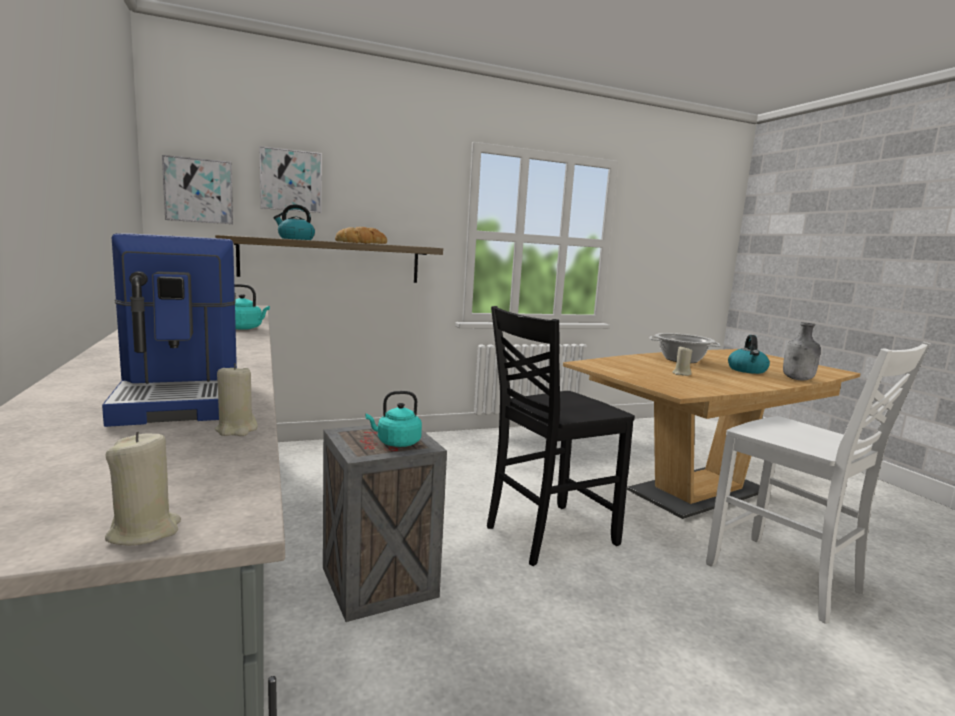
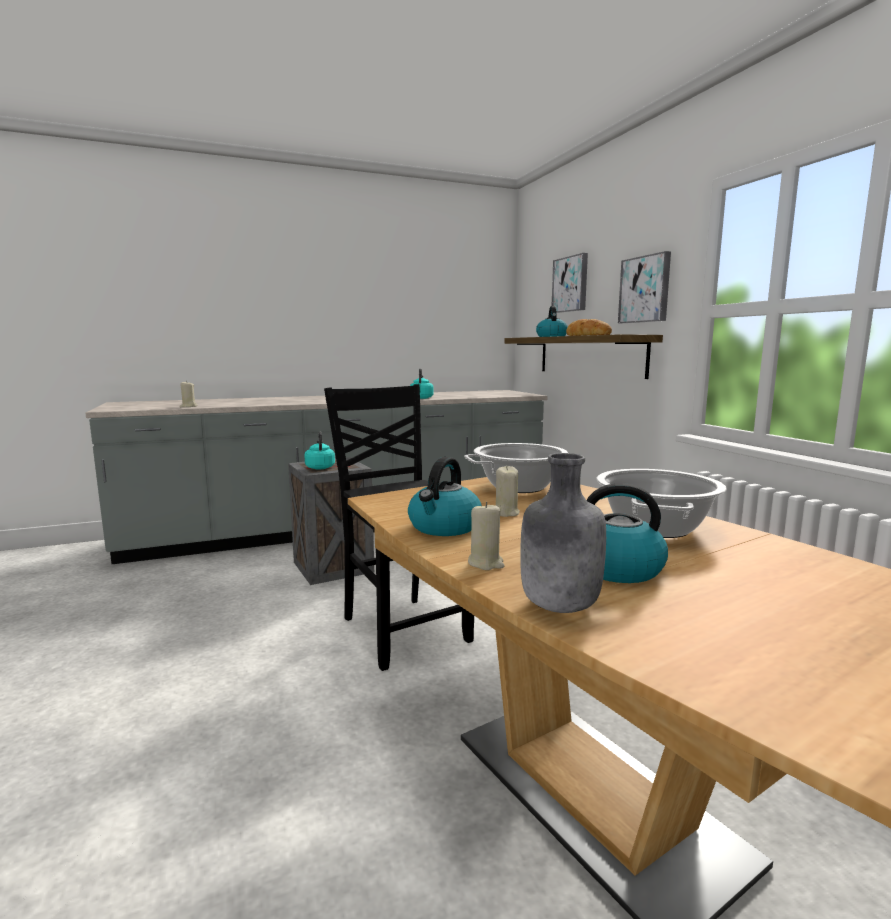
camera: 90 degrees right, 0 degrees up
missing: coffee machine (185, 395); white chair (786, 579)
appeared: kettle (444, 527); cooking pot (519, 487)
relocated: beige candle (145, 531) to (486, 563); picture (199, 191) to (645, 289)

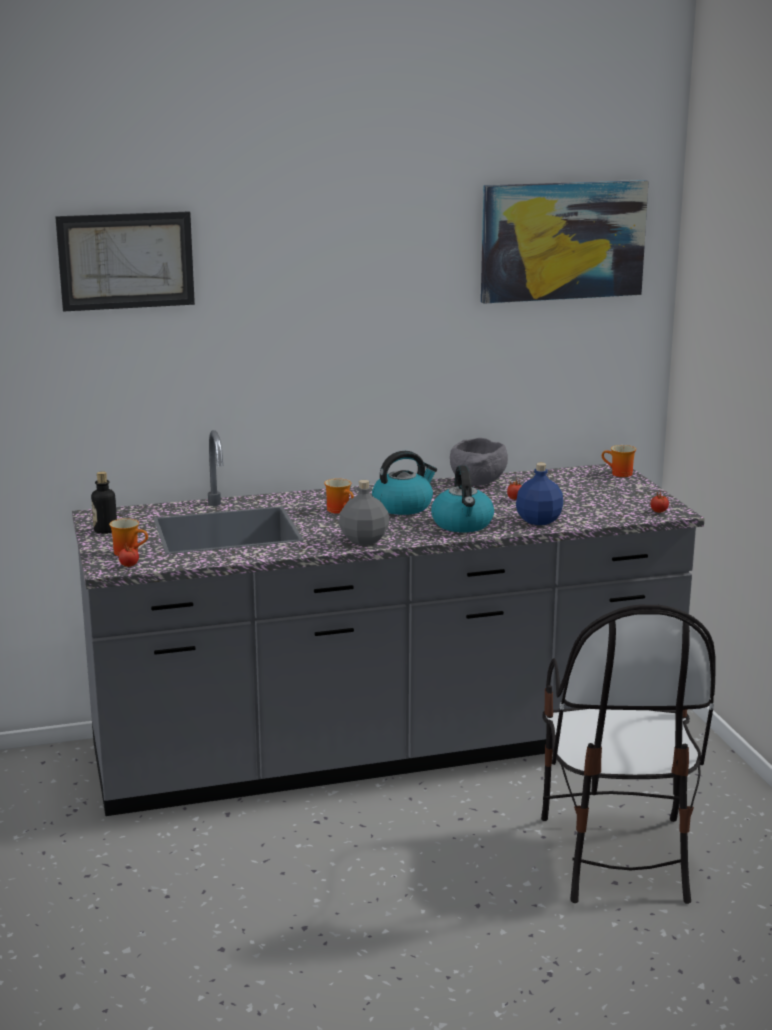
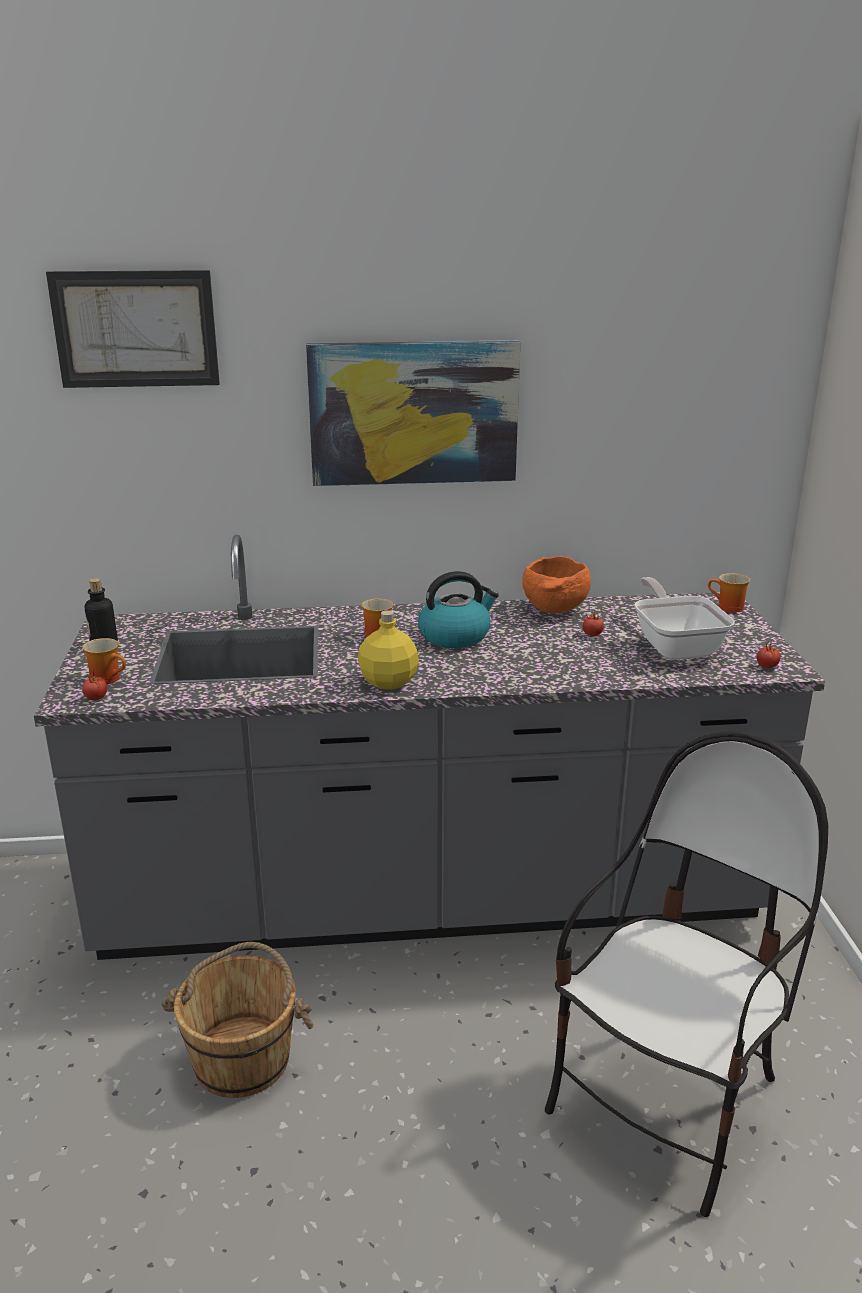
camera: 10 degrees right, 5 degrees up
missing: kettle (463, 524); blue bottle (539, 521)
appeared: brown bucket (243, 1058); frying pan (675, 646)
relocated: picture (562, 240) to (413, 413)
colour: grey bottle (364, 539) to yellow bottle (389, 681); grey bowl (478, 484) to orange bowl (555, 610)
spun: chair (617, 856) = (668, 1104) 150 degrees counterclockwise

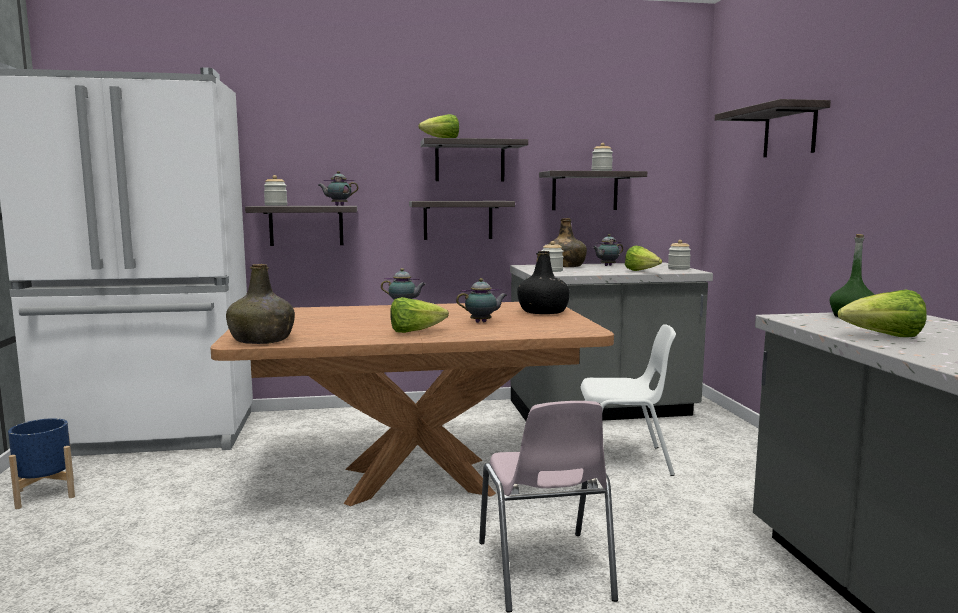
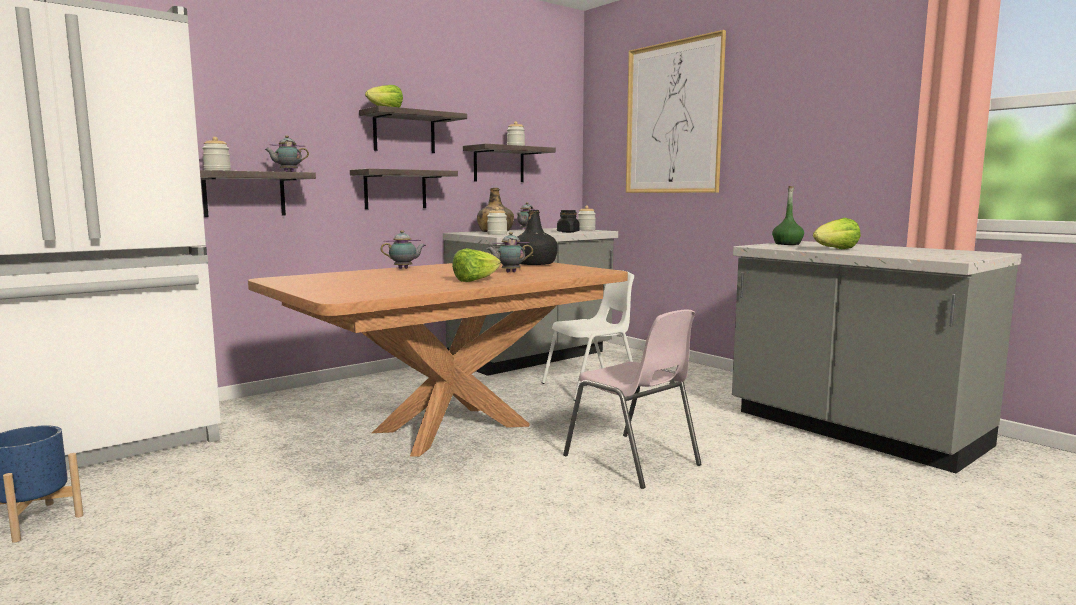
camera: 30 degrees left, 0 degrees up
missing: green bottle (262, 340)
exchanged: lettuce (642, 271) to black jar (568, 232); shelf (789, 131) to picture (673, 118)
spun: teapot (482, 322) = (509, 272) 150 degrees counterclockwise

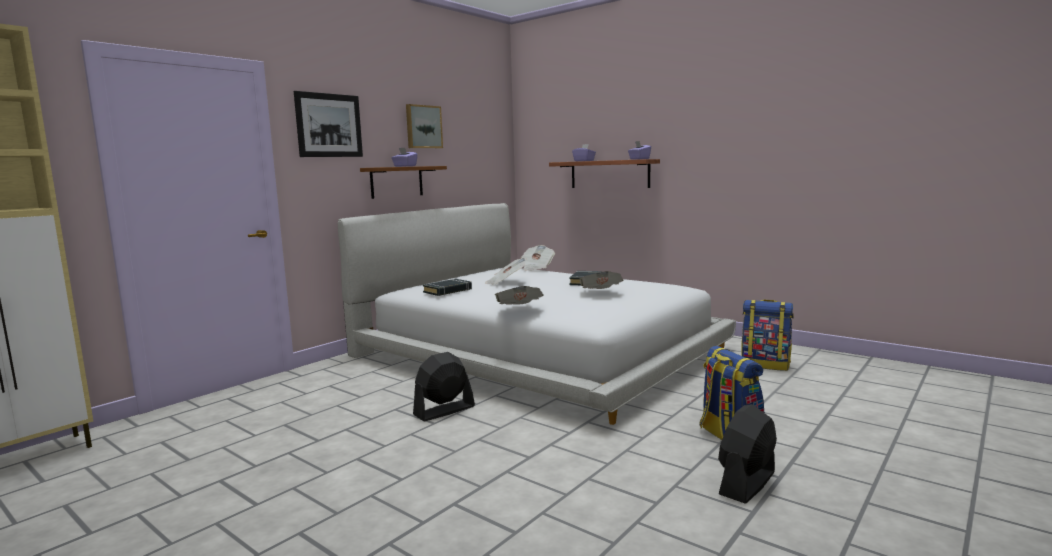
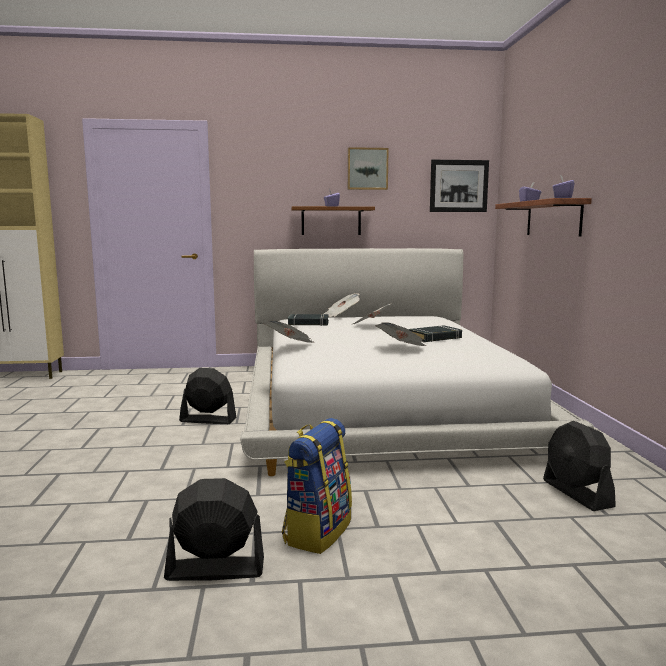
camera: 45 degrees right, 0 degrees up
relocated: newspaper (536, 268) to (340, 316); picture (329, 125) to (459, 186)
exchanged: backpack (765, 364) to black fan (577, 493)

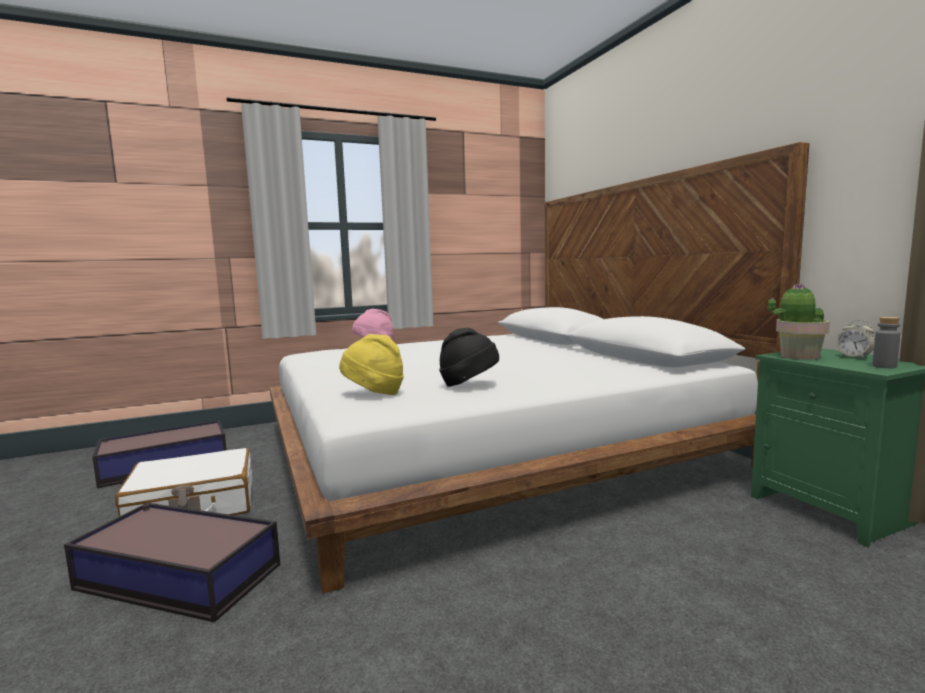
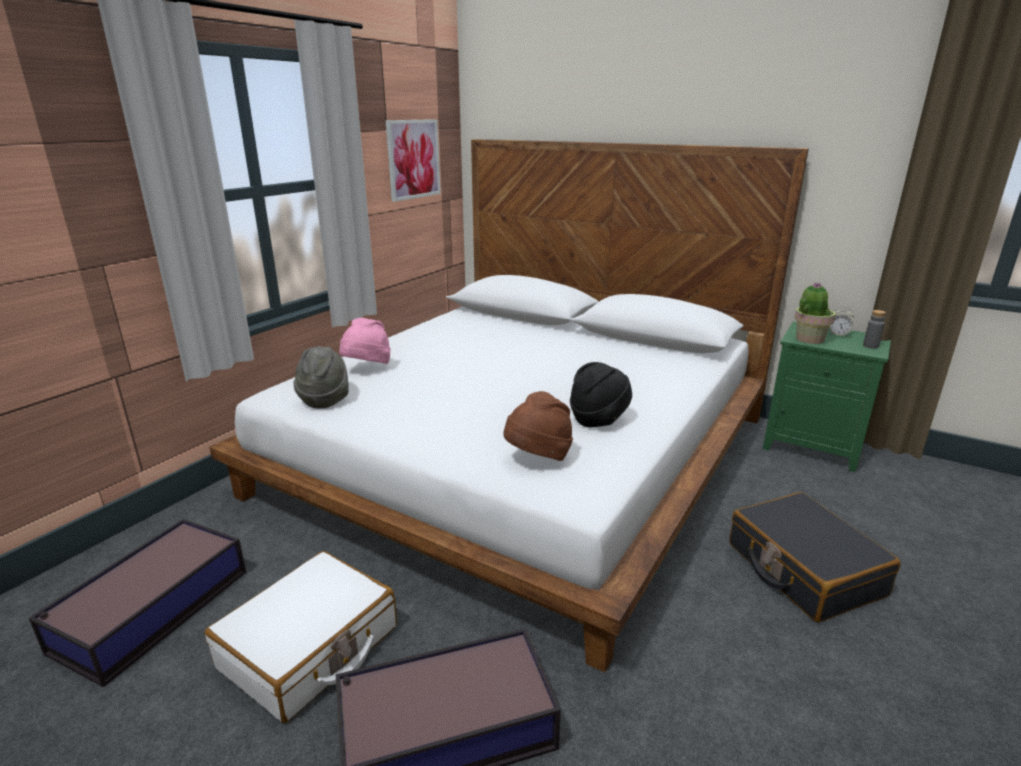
camera: 35 degrees left, 15 degrees up
appeared: grey hat (325, 399); picture (413, 159); black suitcase (803, 569)
colour: yellow hat (374, 394) to brown hat (538, 457)

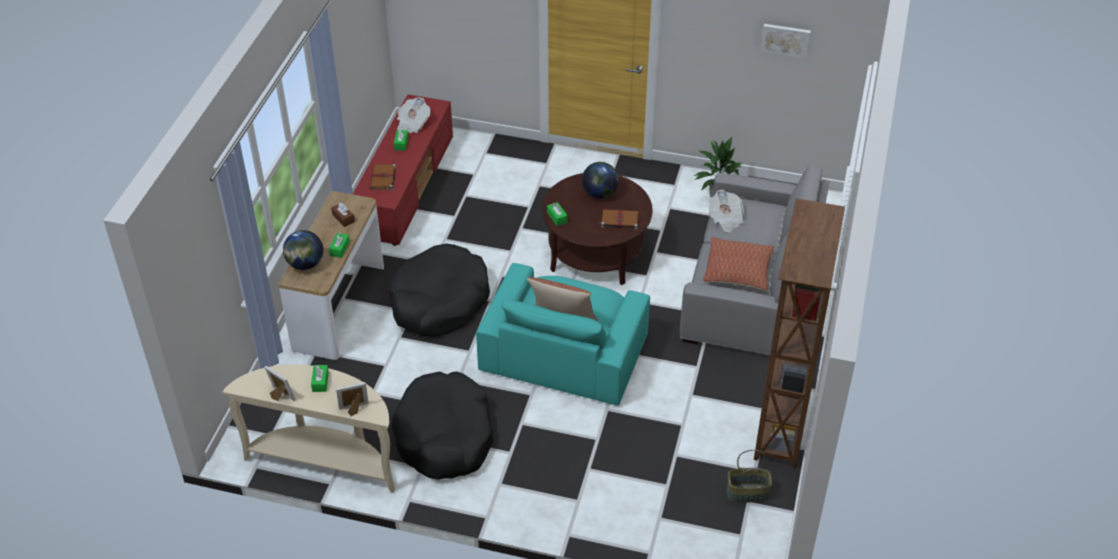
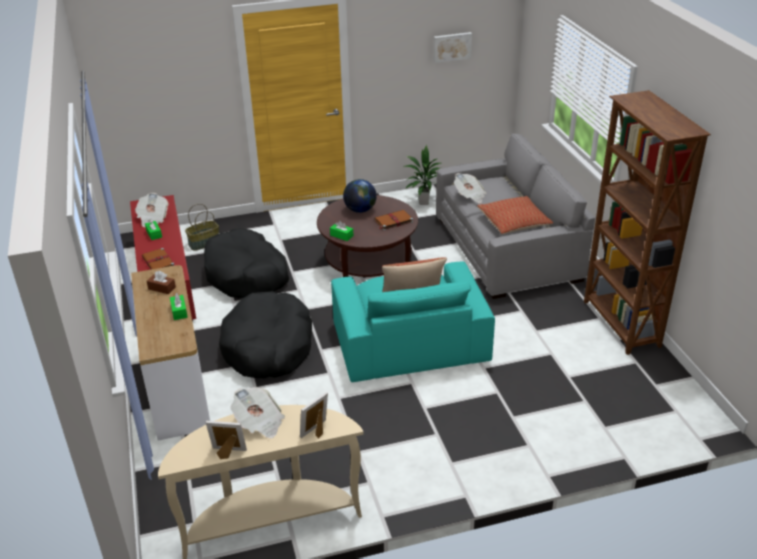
camera: 30 degrees left, 10 degrees down
missing: globe (305, 264)
relocated: basket (747, 494) to (204, 243); black dog bed (445, 436) to (247, 275)
exchanged: green tissue box (320, 382) to newspaper (259, 423)

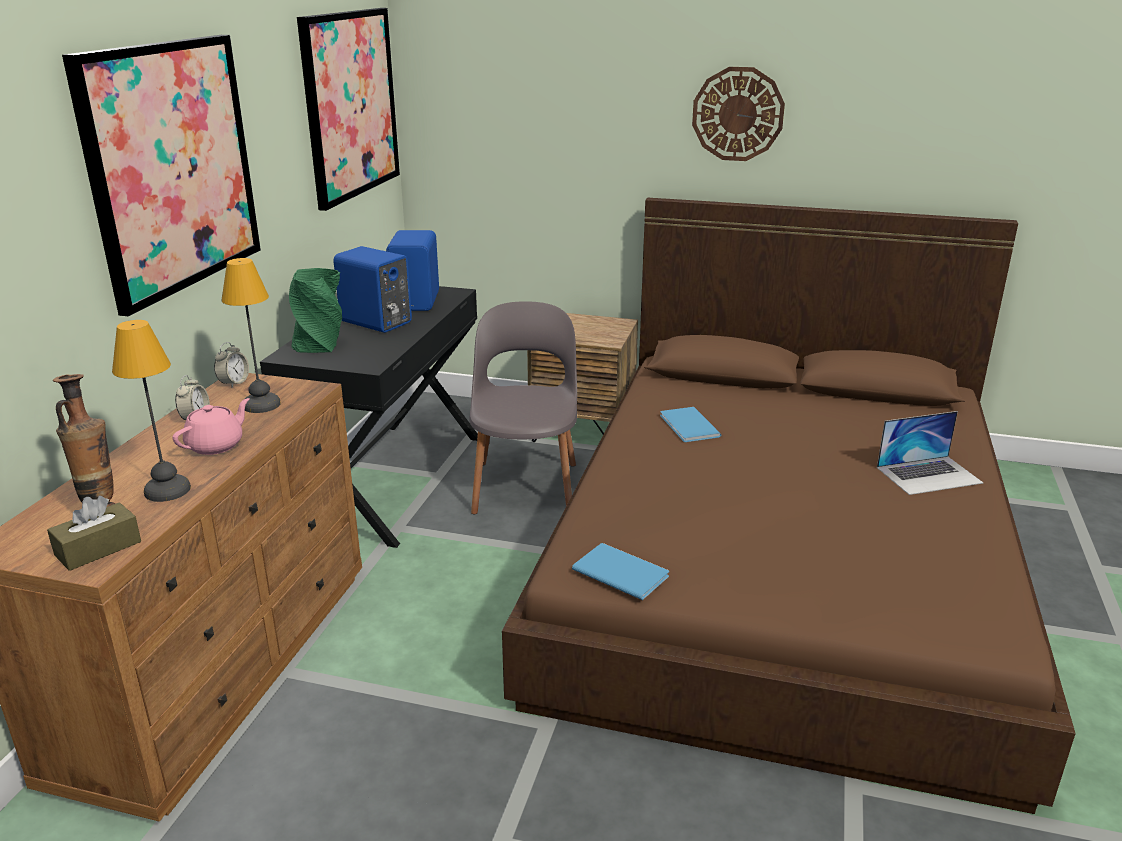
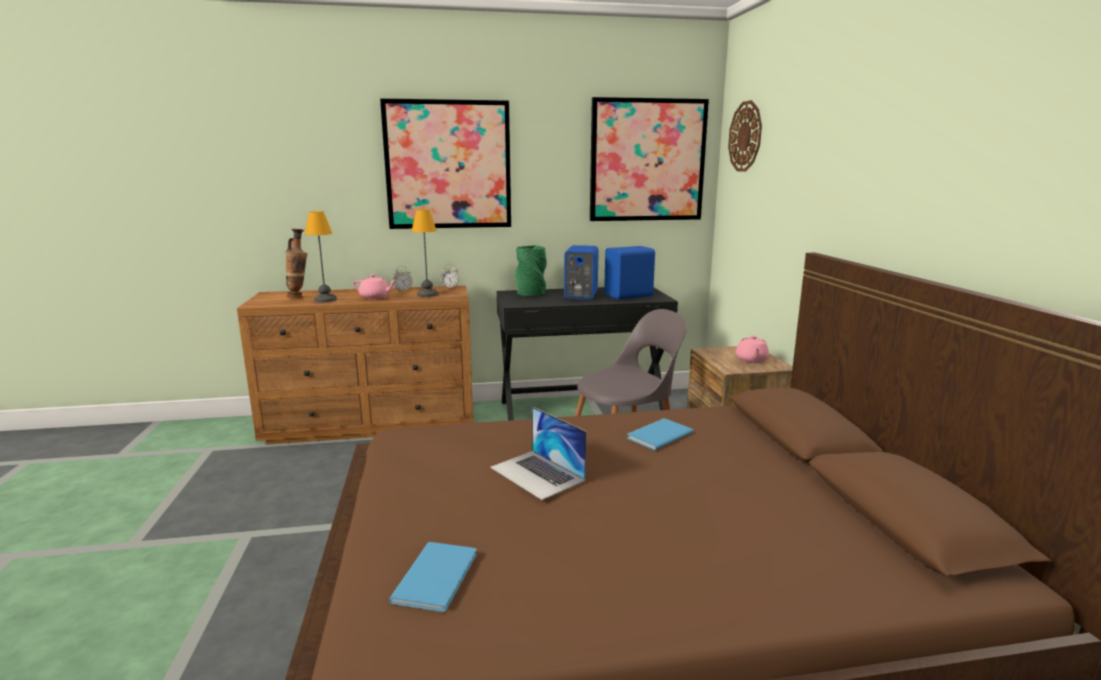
camera: 65 degrees right, 10 degrees down
missing: brown tissue box (98, 548)
appeared: pink teapot (751, 360)
relocated: blue book (620, 571) to (439, 575); laptop (929, 475) to (537, 474); wall clock (737, 114) to (745, 136)

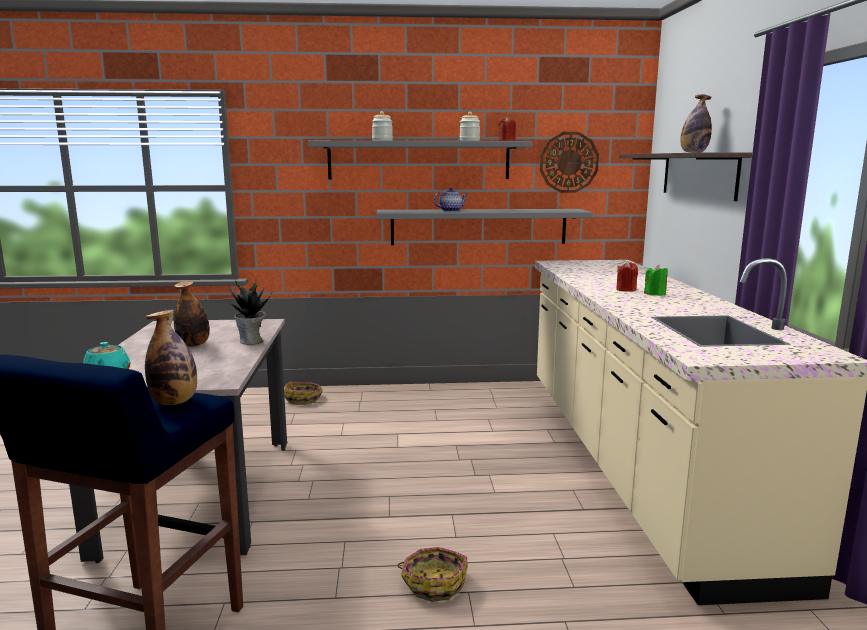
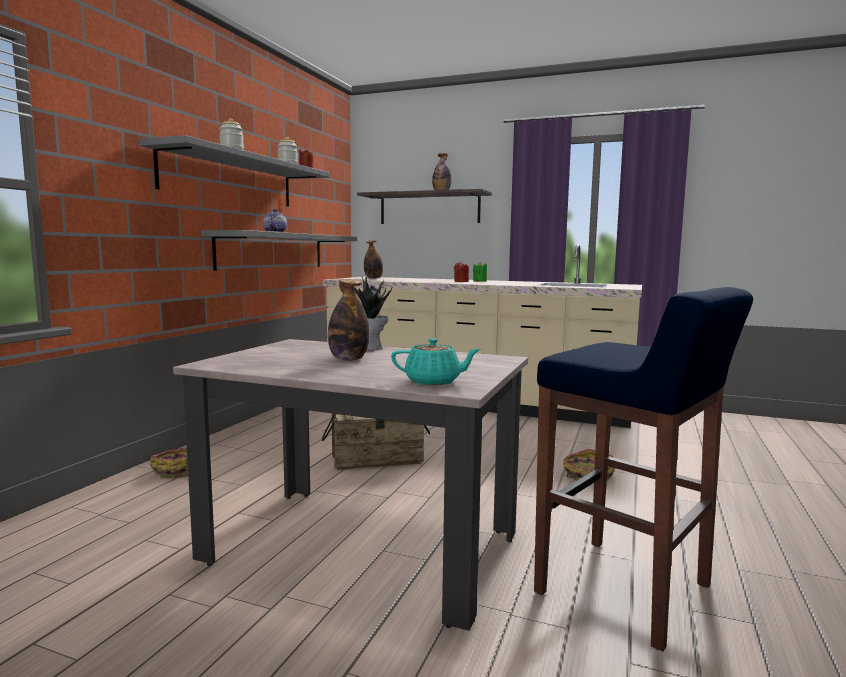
camera: 65 degrees left, 5 degrees down
missing: wall clock (569, 162)
appeared: crate (377, 458)
relocated: bottle (175, 402) to (373, 278)

